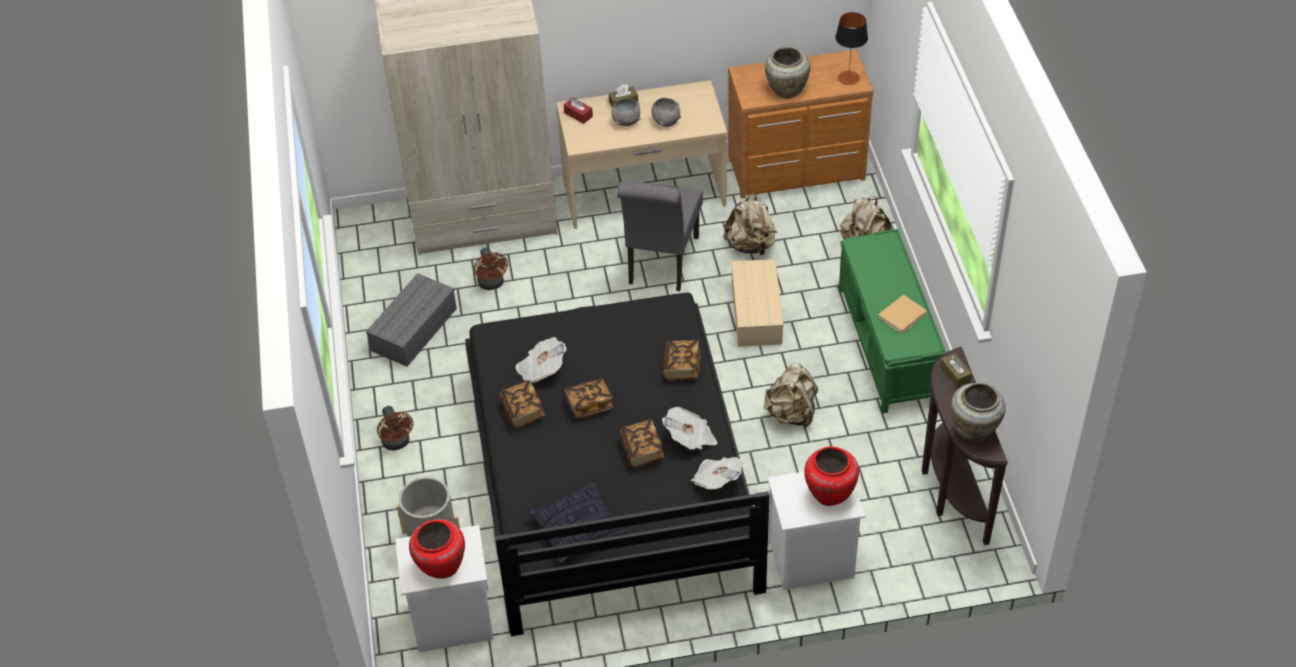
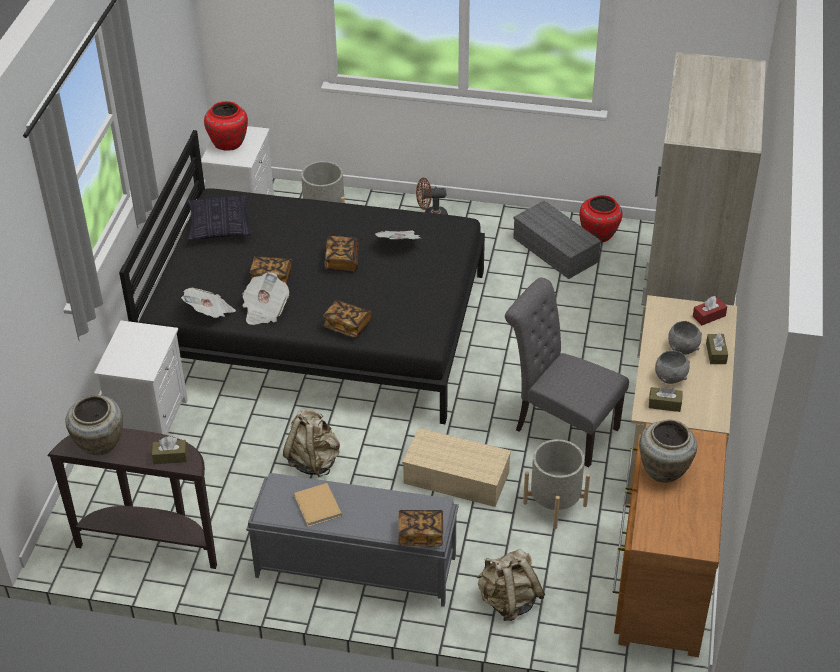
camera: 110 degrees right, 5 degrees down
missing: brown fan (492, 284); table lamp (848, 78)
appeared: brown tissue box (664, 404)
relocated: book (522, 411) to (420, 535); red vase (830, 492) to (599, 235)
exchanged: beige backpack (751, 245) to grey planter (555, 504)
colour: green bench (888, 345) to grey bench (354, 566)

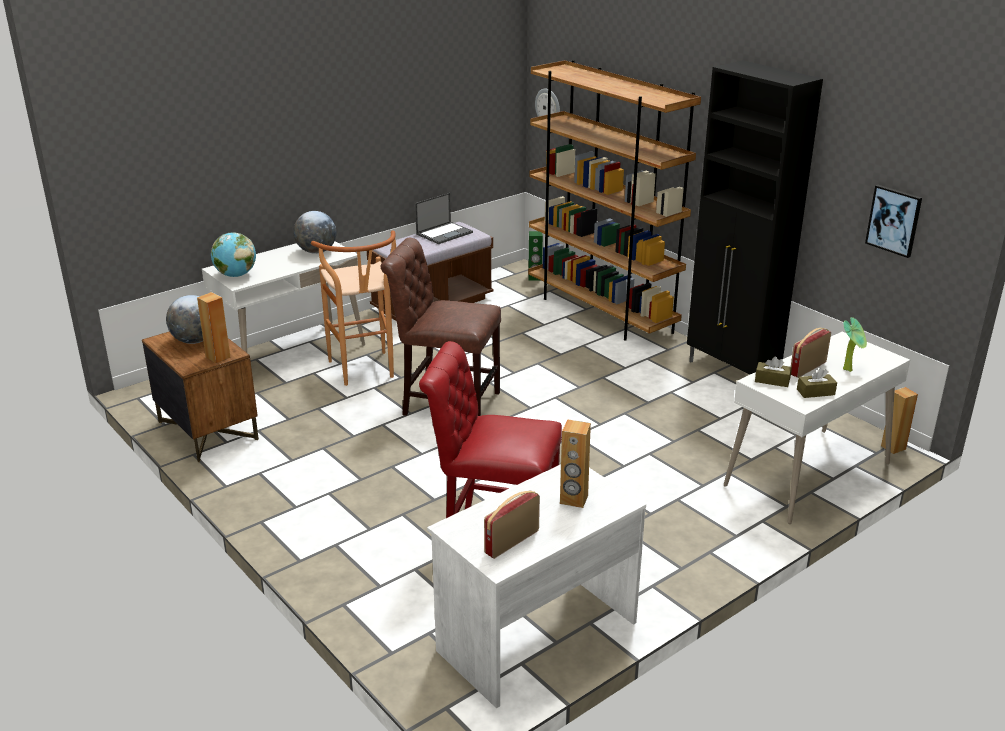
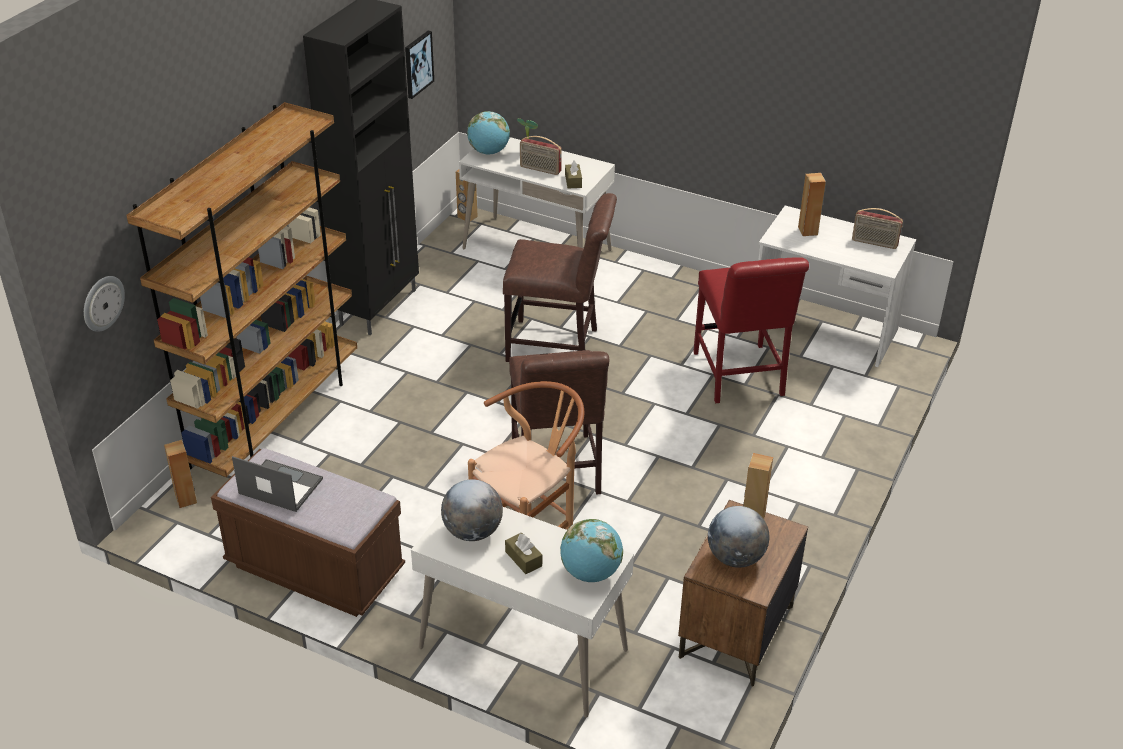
camera: 115 degrees left, 10 degrees up
appeared: globe (489, 152); brown chair (558, 346)
relocated: brown tissue box (815, 392) to (523, 559)
colour: green speaker (535, 278) to brown speaker (186, 499)

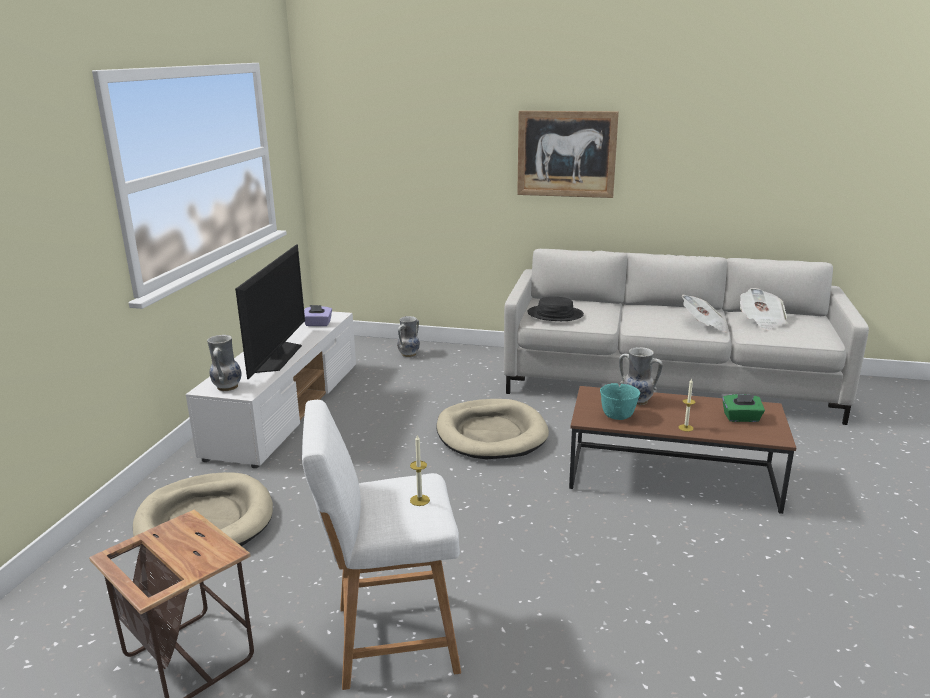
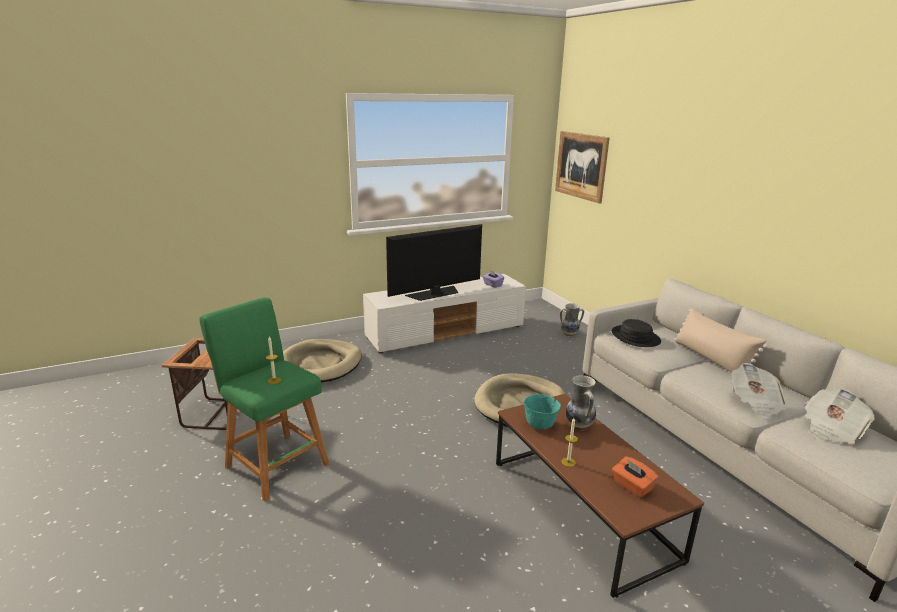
camera: 50 degrees right, 0 degrees up
missing: vase (227, 387)
appeared: beige pillow (711, 360)
relocated: picture (566, 154) to (581, 166)
colour: white stool (389, 639) to green stool (274, 463); green tissue box (741, 418) to orange tissue box (632, 486)

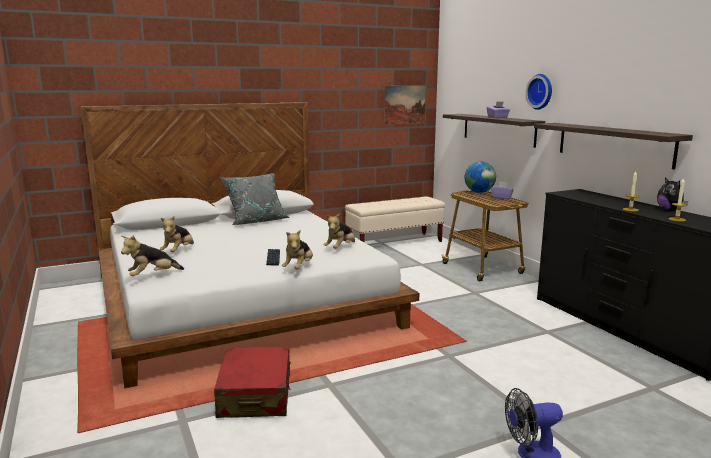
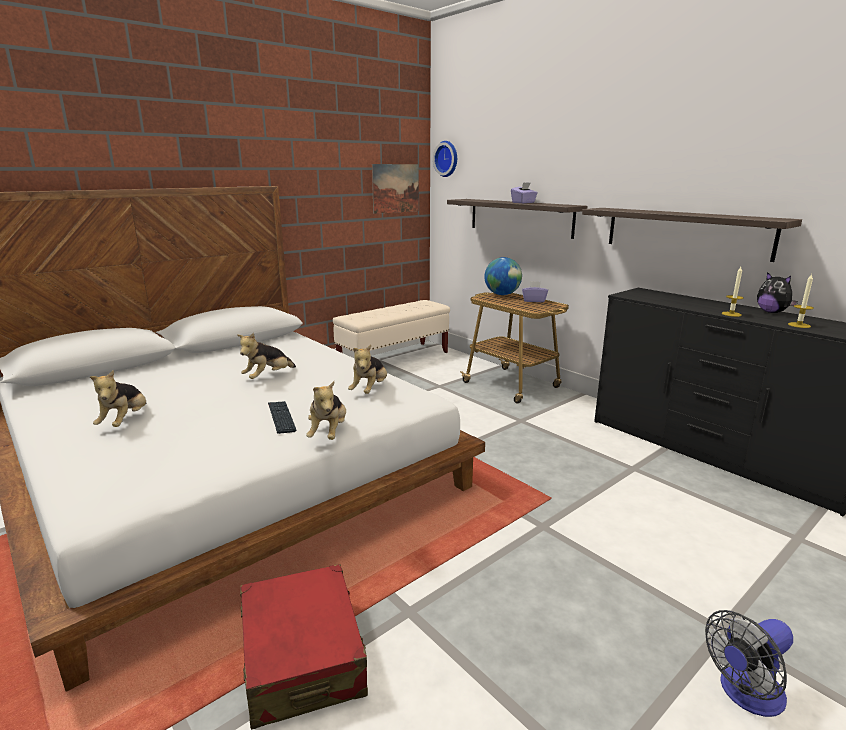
camera: 15 degrees left, 5 degrees up
missing: grey pillow (256, 221)
relocated: plush toy (152, 276) to (268, 377); wall clock (541, 91) to (447, 159)

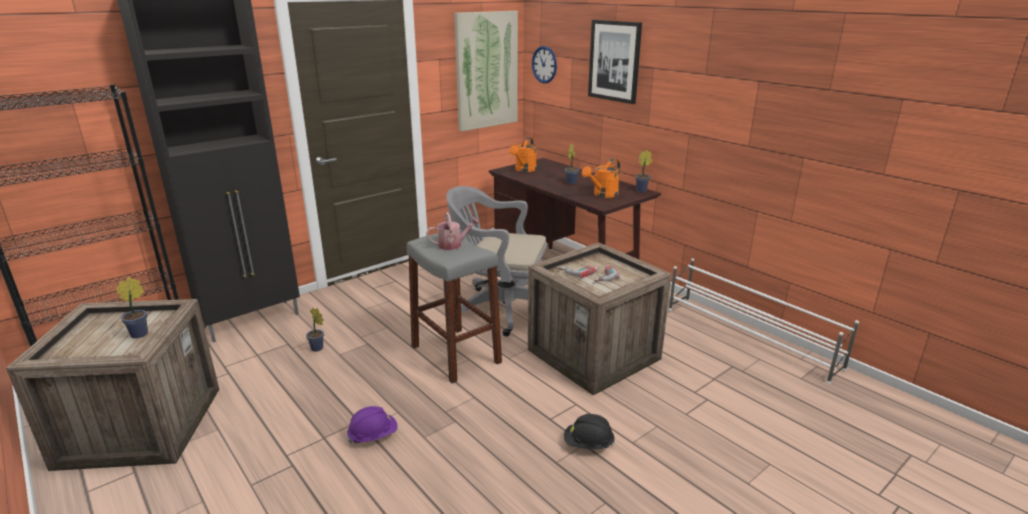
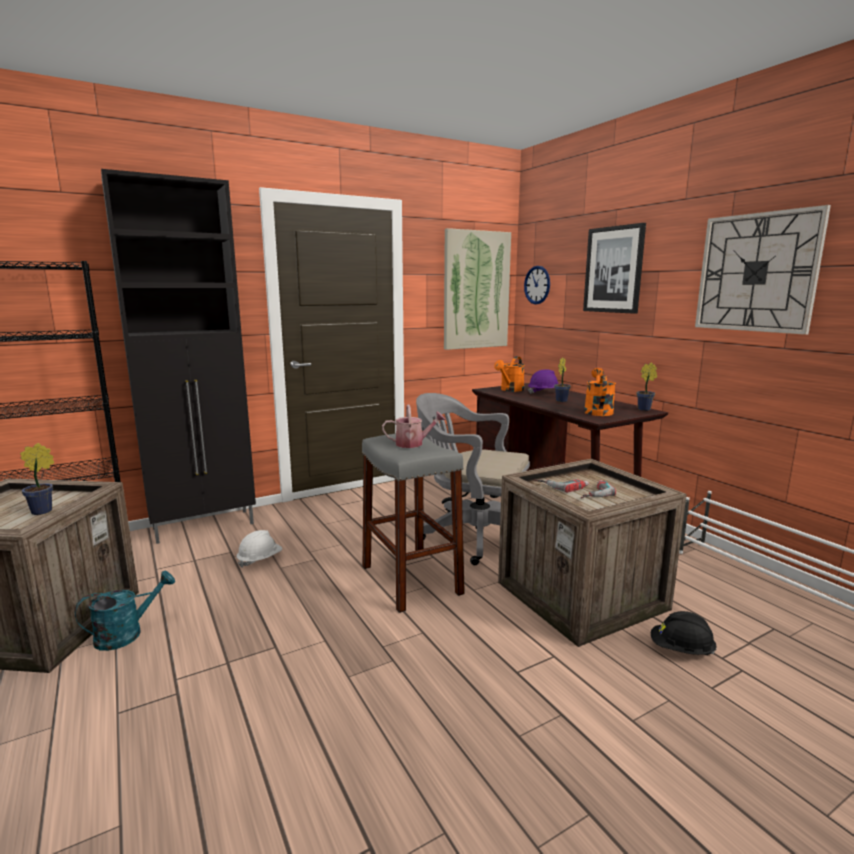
camera: 10 degrees right, 10 degrees down
appeared: turquoise watering can (127, 634); wall clock (756, 273)
relocated: purple hard hat (373, 436) to (544, 393); black hard hat (588, 444) to (681, 650)
exchanged: potted plant (318, 349) to white hard hat (260, 560)
spun: orange watering can (602, 195) = (597, 411) 135 degrees clockwise

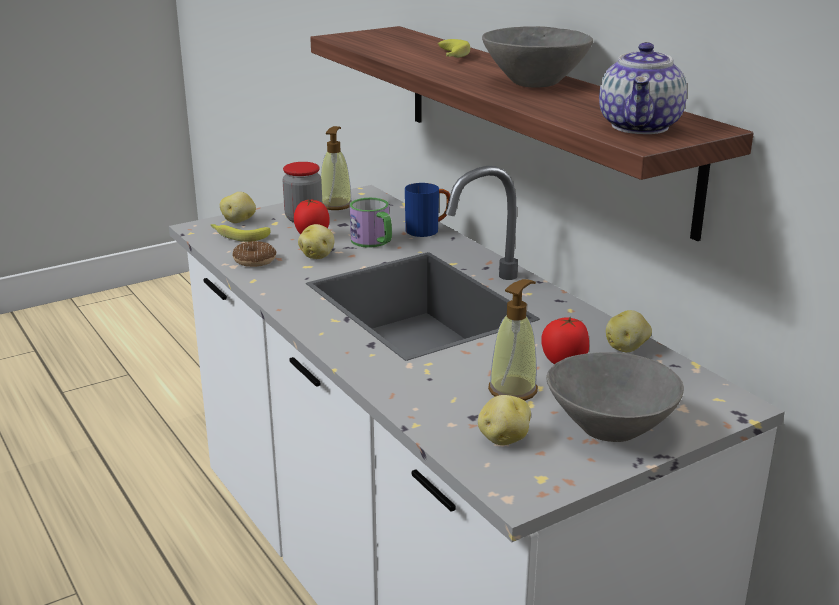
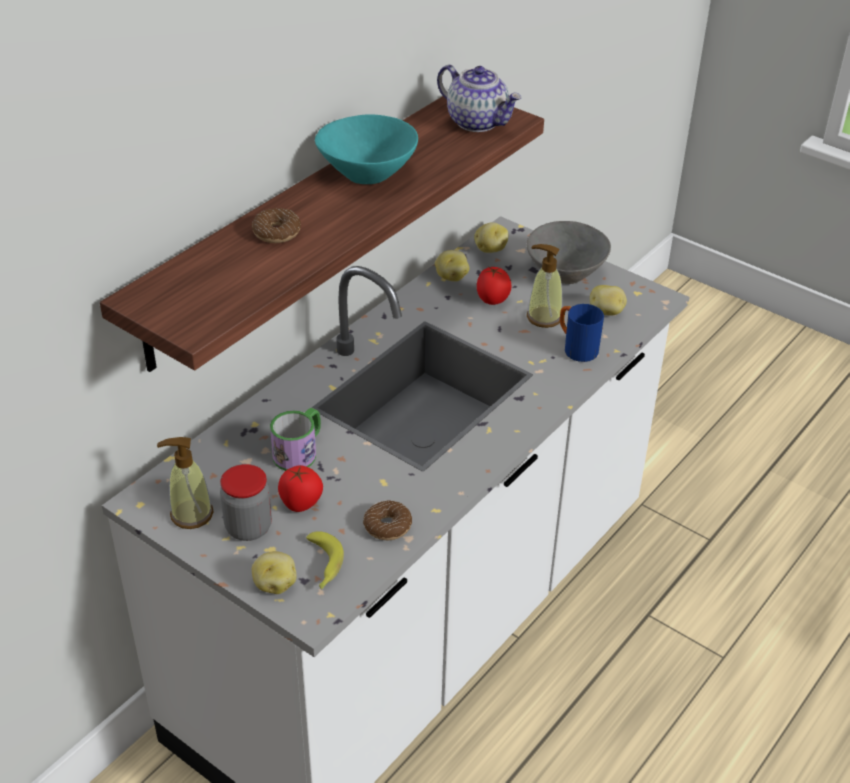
camera: 110 degrees left, 15 degrees up
relocated: potato (318, 256) to (490, 249); blue mug (428, 230) to (575, 348)
exchanged: banana (451, 56) to donut (276, 232)
colour: grey bowl (536, 82) to turquoise bowl (366, 174)
spun: teapot (640, 127) = (478, 122) 45 degrees clockwise

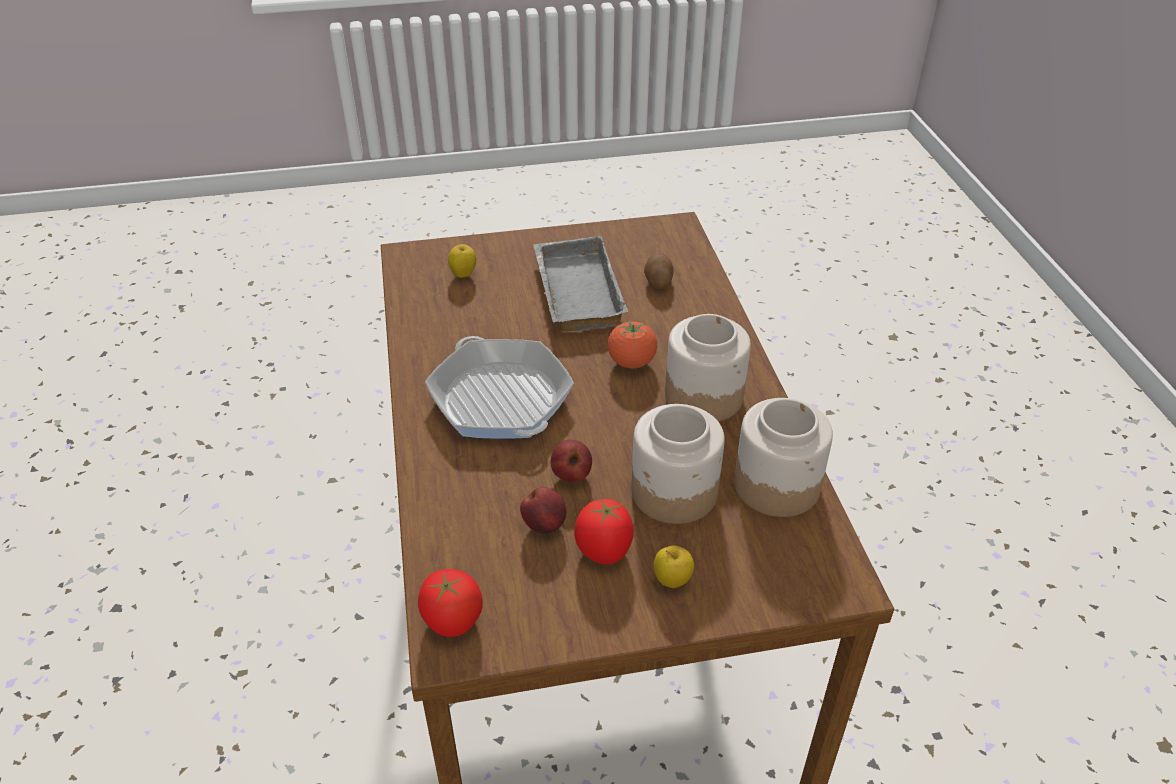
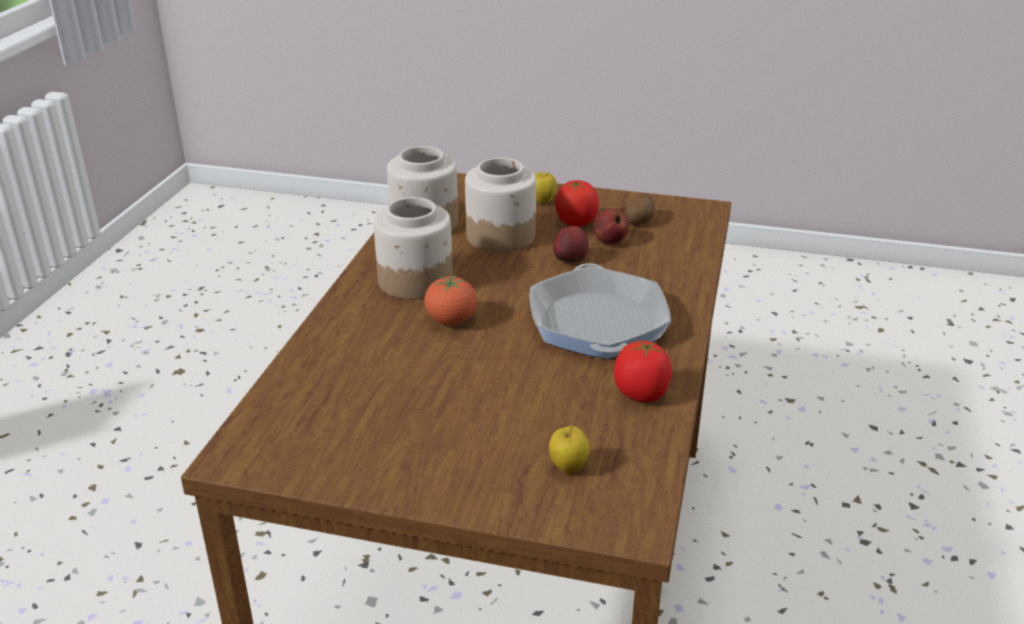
camera: 155 degrees left, 10 degrees down
missing: grey tray (574, 291)
relocated: tomato (452, 621) to (641, 394); potato (658, 281) to (639, 221)

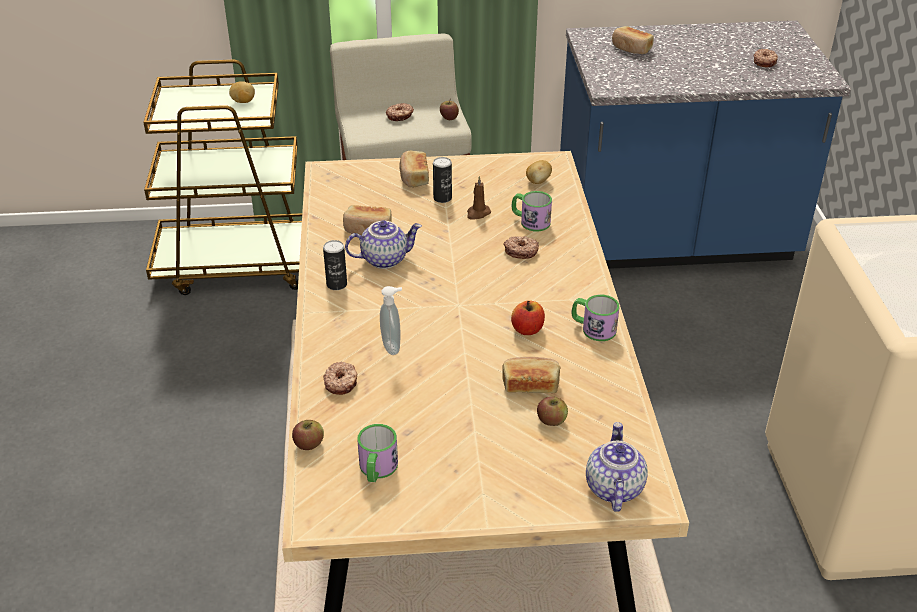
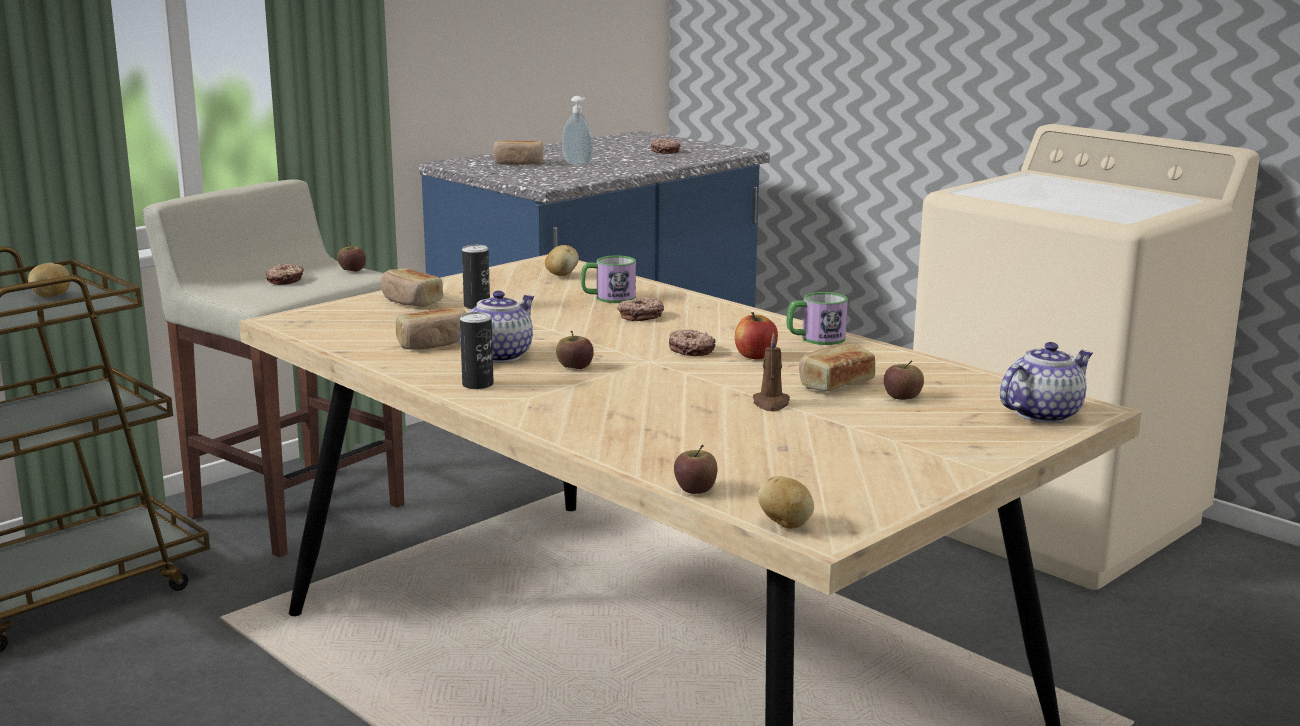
camera: 40 degrees left, 20 degrees down
missing: mug (377, 470)
appeared: apple (574, 367); potato (786, 524)
relocated: soap dispenser (393, 347) to (578, 164); donut (341, 383) to (691, 350); brown candle (478, 213) to (771, 404)
spun: teapot (613, 487) = (1042, 414) 90 degrees clockwise

